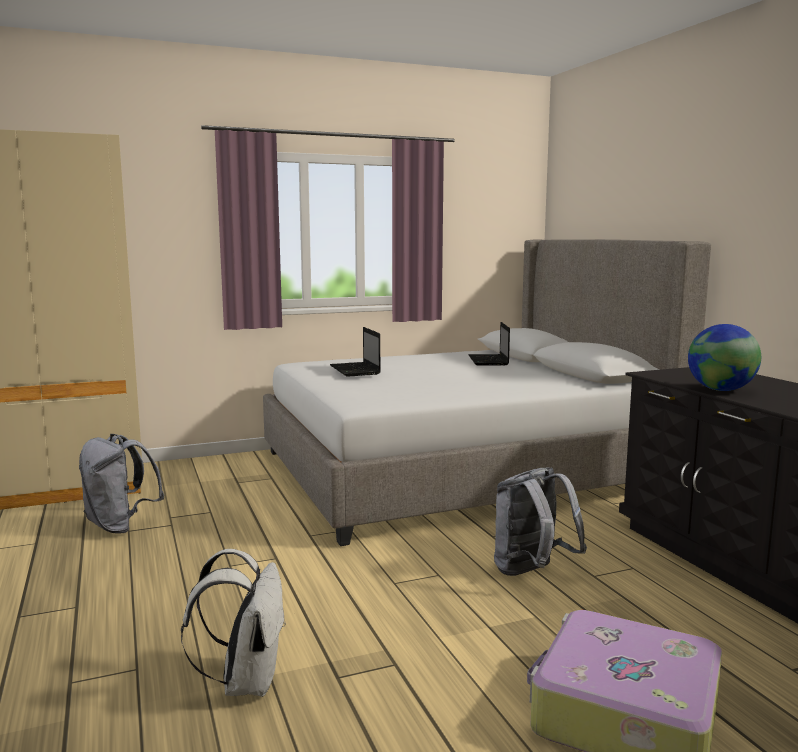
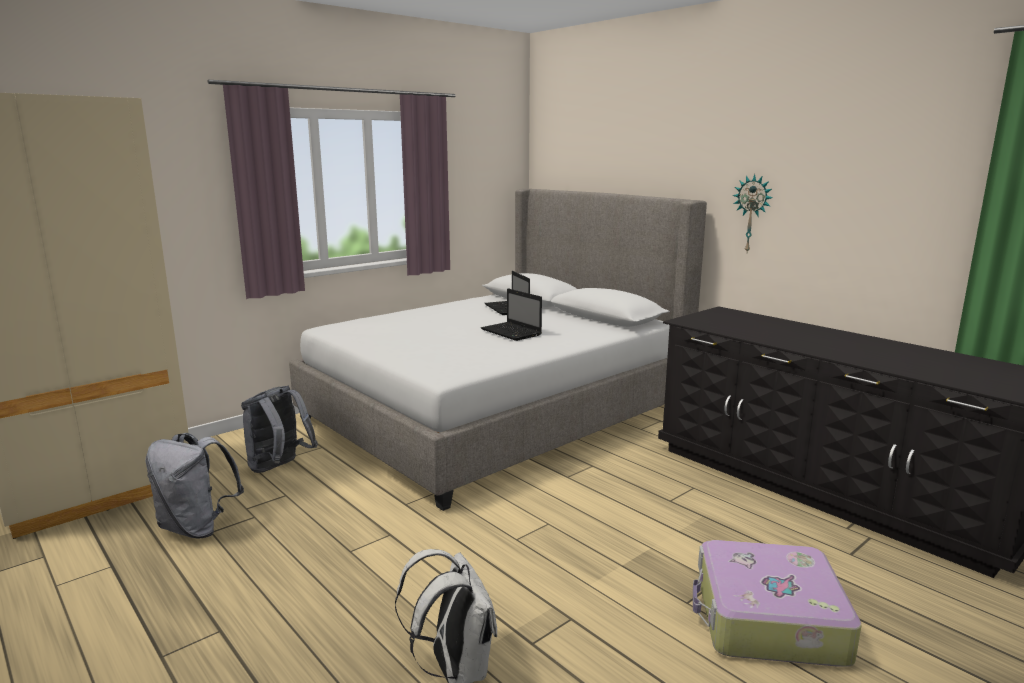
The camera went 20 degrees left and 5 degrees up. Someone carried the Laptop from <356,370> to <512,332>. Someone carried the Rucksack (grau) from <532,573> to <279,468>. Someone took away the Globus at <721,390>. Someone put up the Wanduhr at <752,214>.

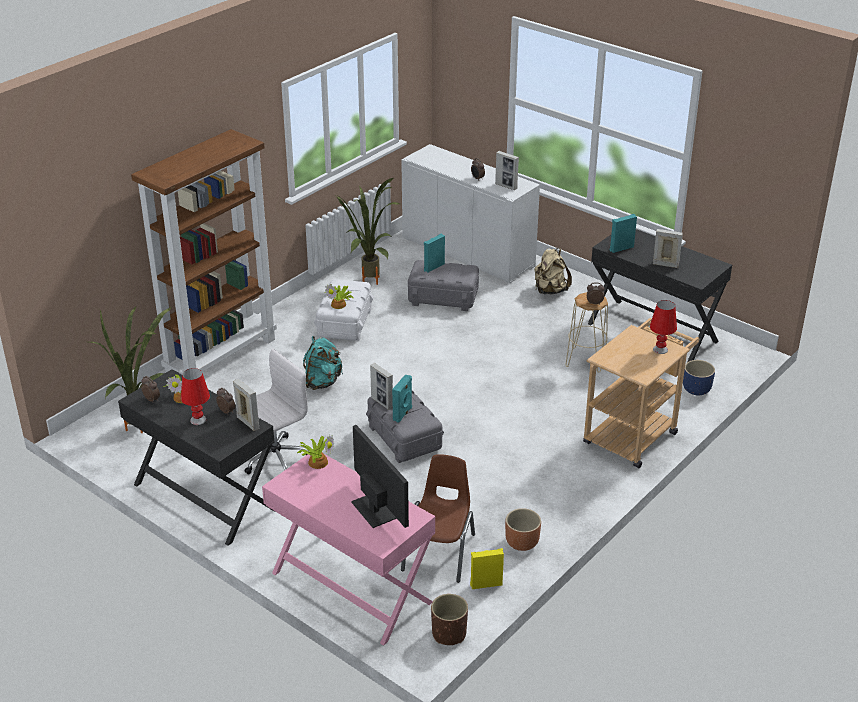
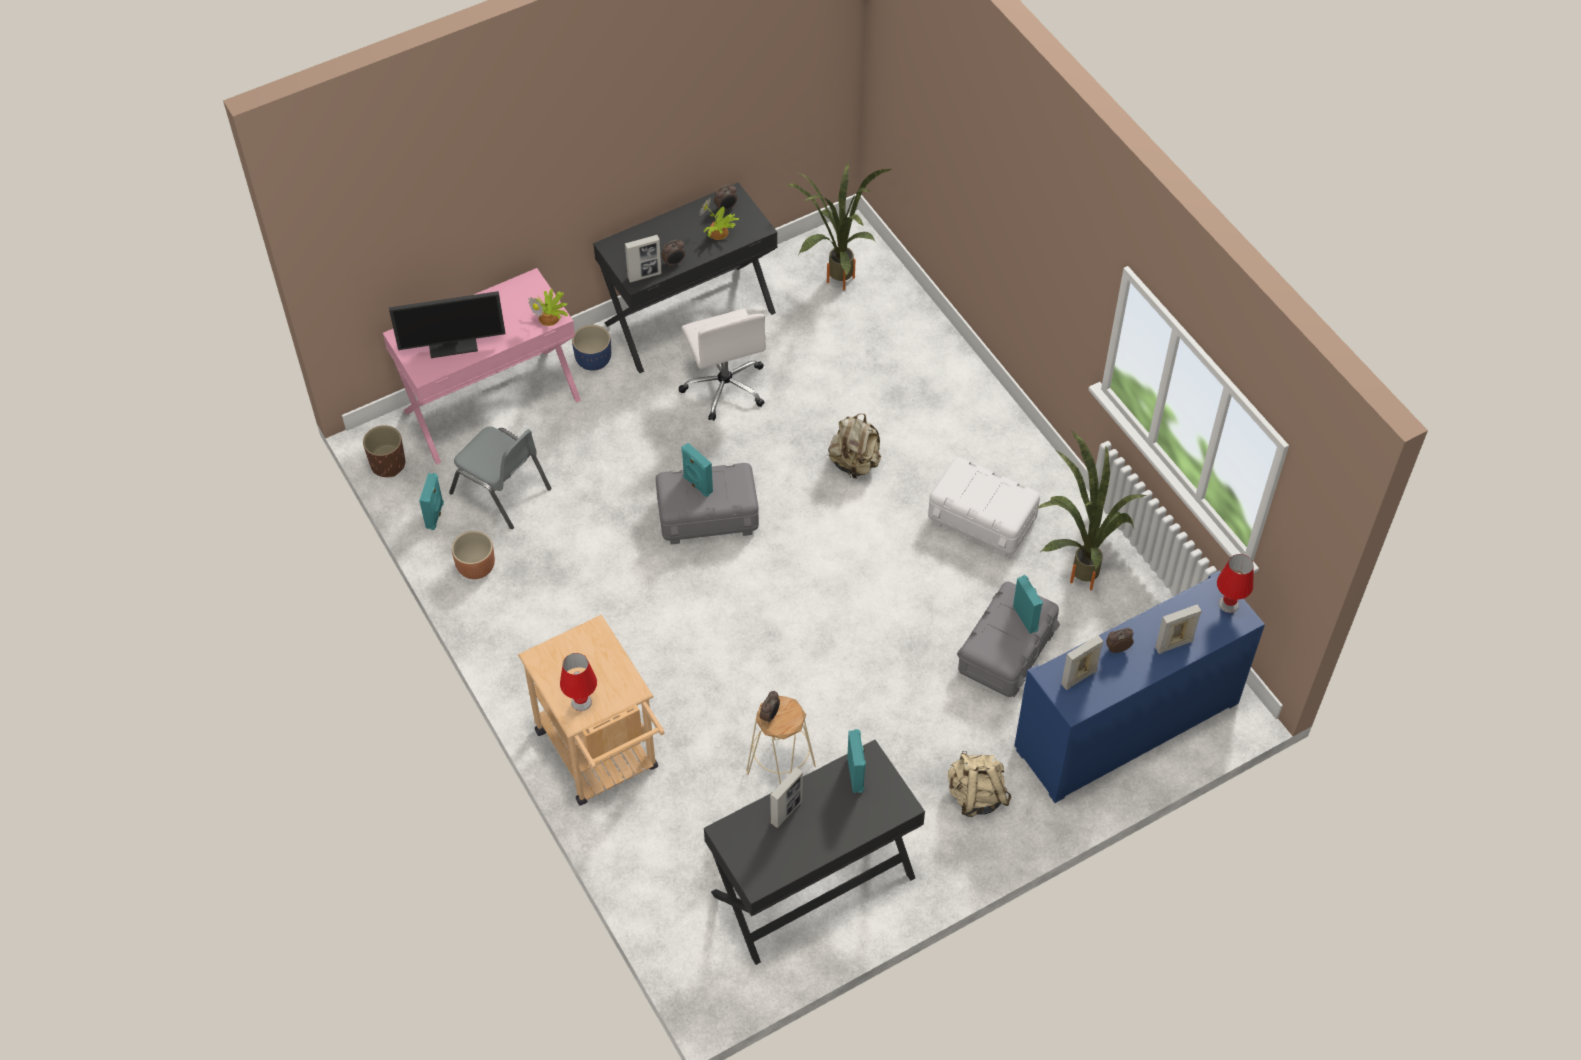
The camera went 110 degrees right and 20 degrees up. Someone took away the Bücherregal (braun) at <221,356>. Someone carried the Tischlampe (rot) from <198,420> to <1228,604>. Someone repainted the Rucksack (türkis) at <322,382>, which became the Rucksack (beige) at <855,463>. Someone took away the Topfpflanze at <339,304>. Someone carried the Bilderrahmen from <382,403> to <1173,645>. Someone repainted the Schrank (weiß) at <467,252>, which became the Schrank (blau) at <1127,725>. Someone repainted the Stuhl (braun) at <440,552>, which became the Stuhl (grau) at <501,491>. Someone repainted the Lautsprecher (gelb) at <486,584>, which became the Lautsprecher (türkis) at <435,515>. Someone carried the Pflanzkübel (blau) from <696,390> to <593,361>.

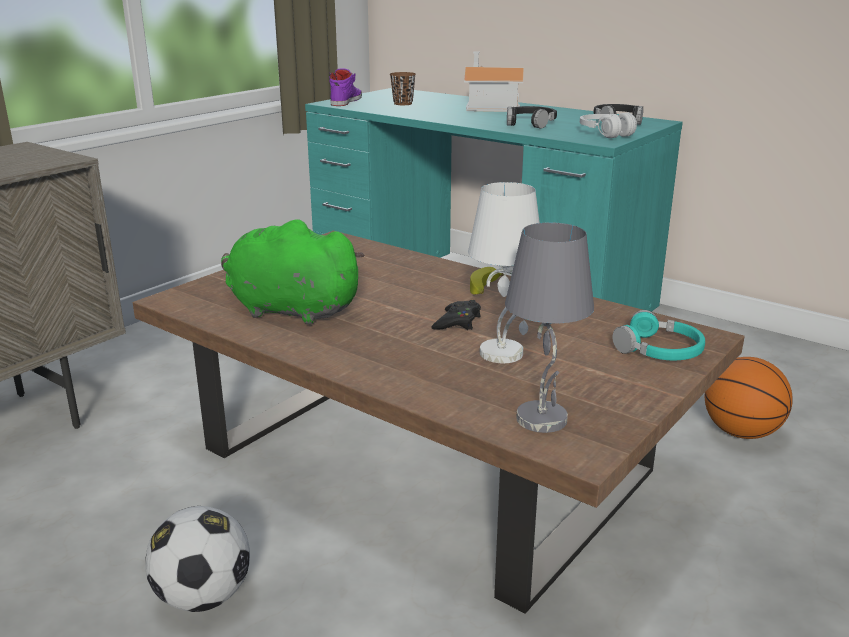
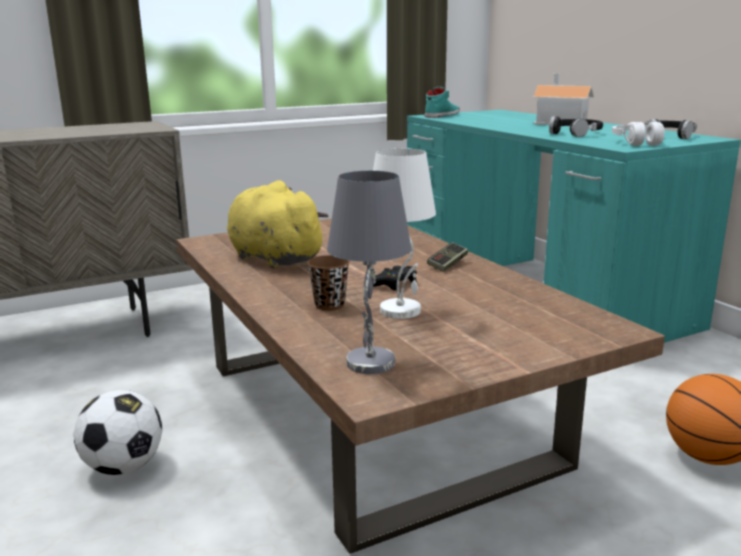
The camera went 25 degrees right and 5 degrees down. Someone repainted the Plüschtier (grün) at <289,310>, which became the Plüschtier (gelb) at <272,258>. Someone repainted the Schuh (lila) at <345,101>, which became the Schuh (türkis) at <441,115>. Someone carried the Tasse (braun) from <403,103> to <329,305>. Someone swapped the Banane at <484,289> for the Gamepad at <448,264>. Someone took away the Kopfhörer (türkis) at <659,350>.

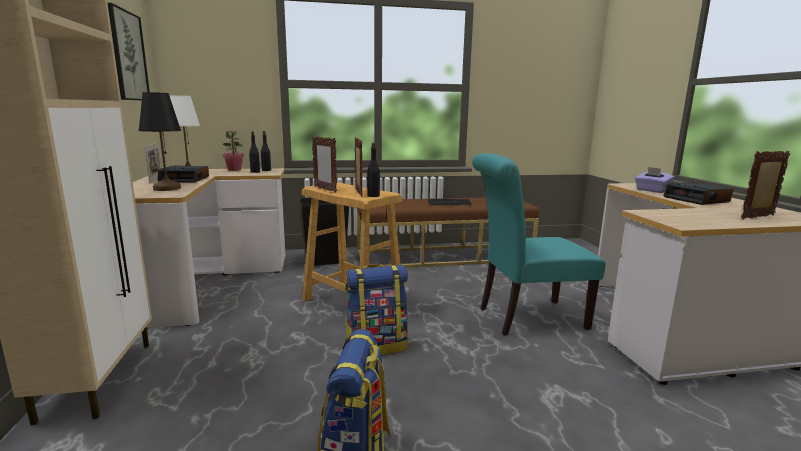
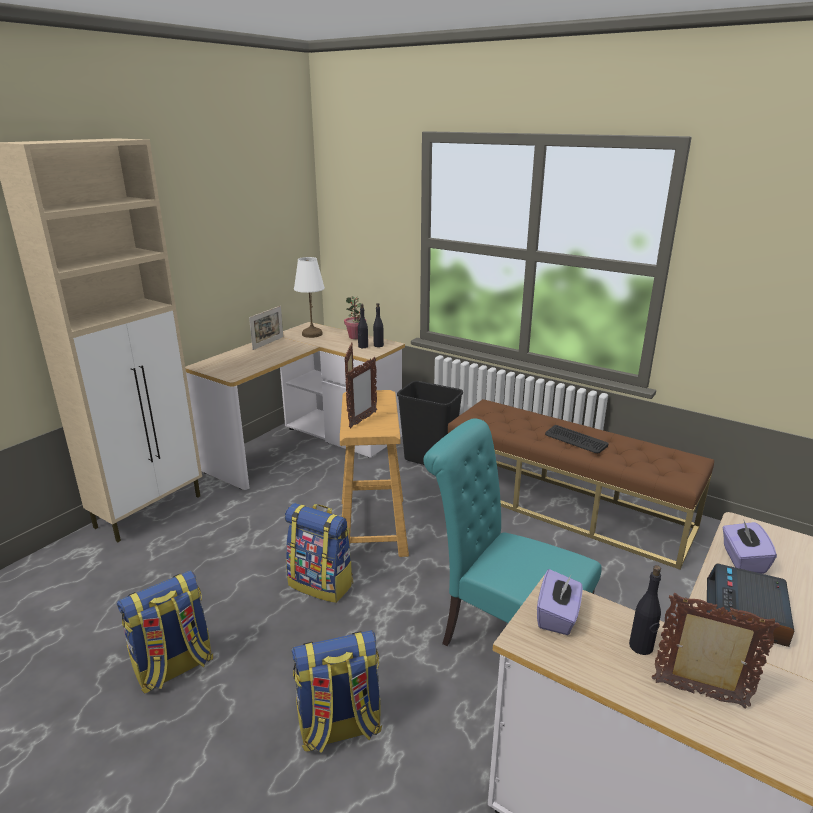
The camera went 45 degrees right and 10 degrees up. Someone took away the Bild at <126,56>. Someone took away the Tischlampe (schwarz) at <166,188>. Someone took away the Wecker at <185,179>. Someone carried the Flasche (schwarz) from <373,196> to <641,647>. Someone put down the Rucksack at <339,728>. Someone put down the Taschentuchbox (lila) at <558,616>.

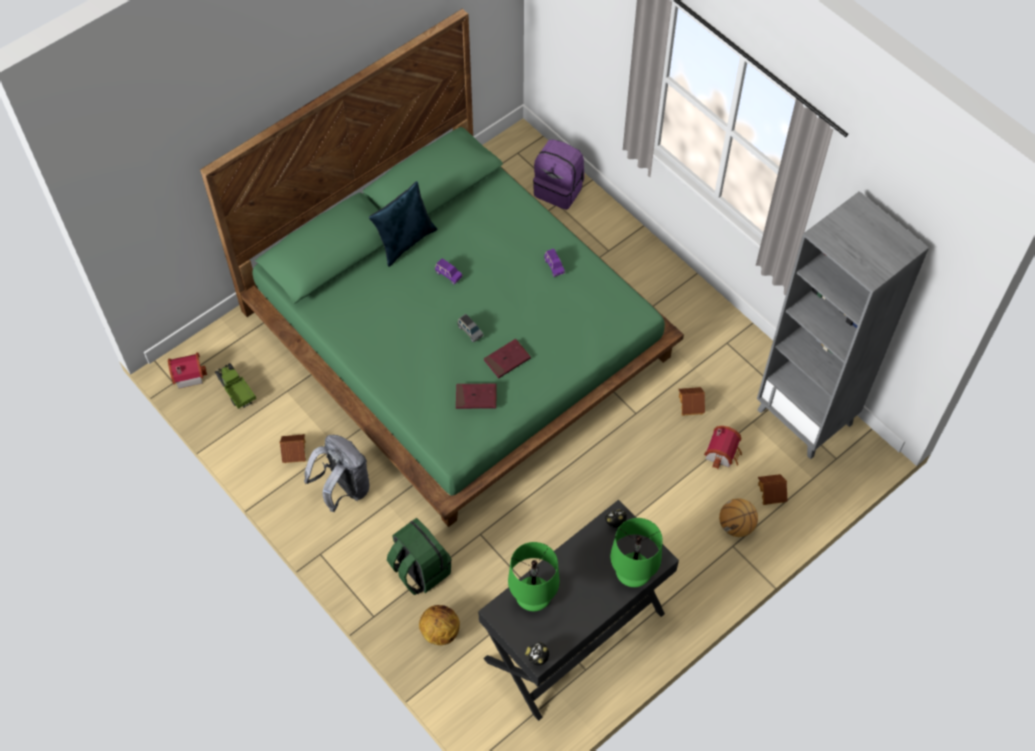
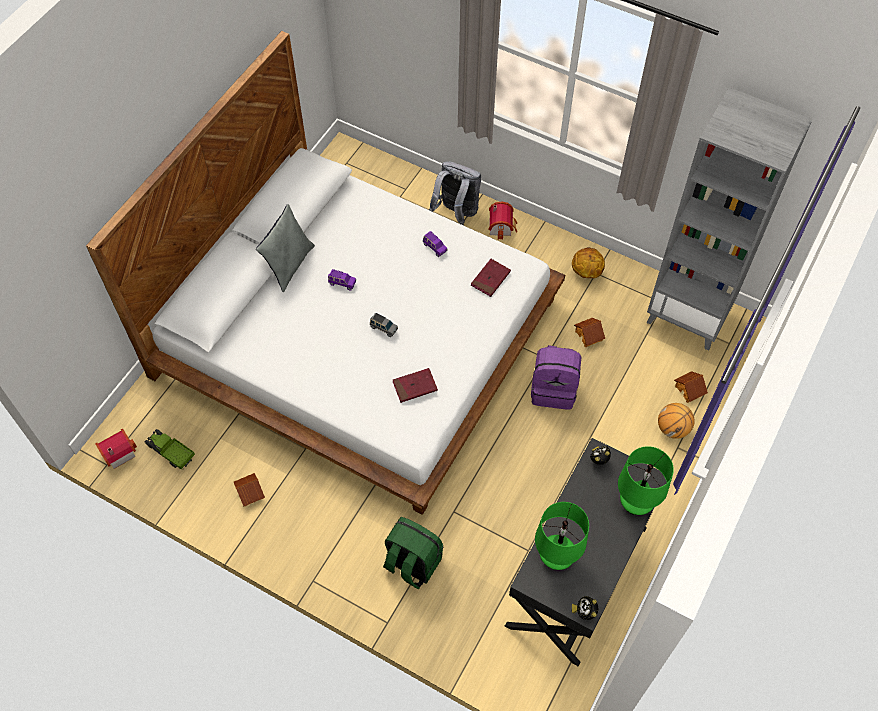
The camera went 20 degrees left and 0 degrees up. Someone repainted the Bett (grün) at <458,333>, which became the Bett (weiß) at <359,336>. Someone carried the Rucksack (grau) from <343,489> to <456,213>. Someone repainted the Kissen (blau) at <405,241>, which became the Kissen (grau) at <289,265>. Someone carried the Basketball from <440,631> to <586,272>. Someone carried the Buch (rot) from <507,360> to <490,279>. Someone carried the Rucksack (lila) from <559,189> to <554,389>. Someone carried the Spielzeughaus from <723,453> to <502,226>.

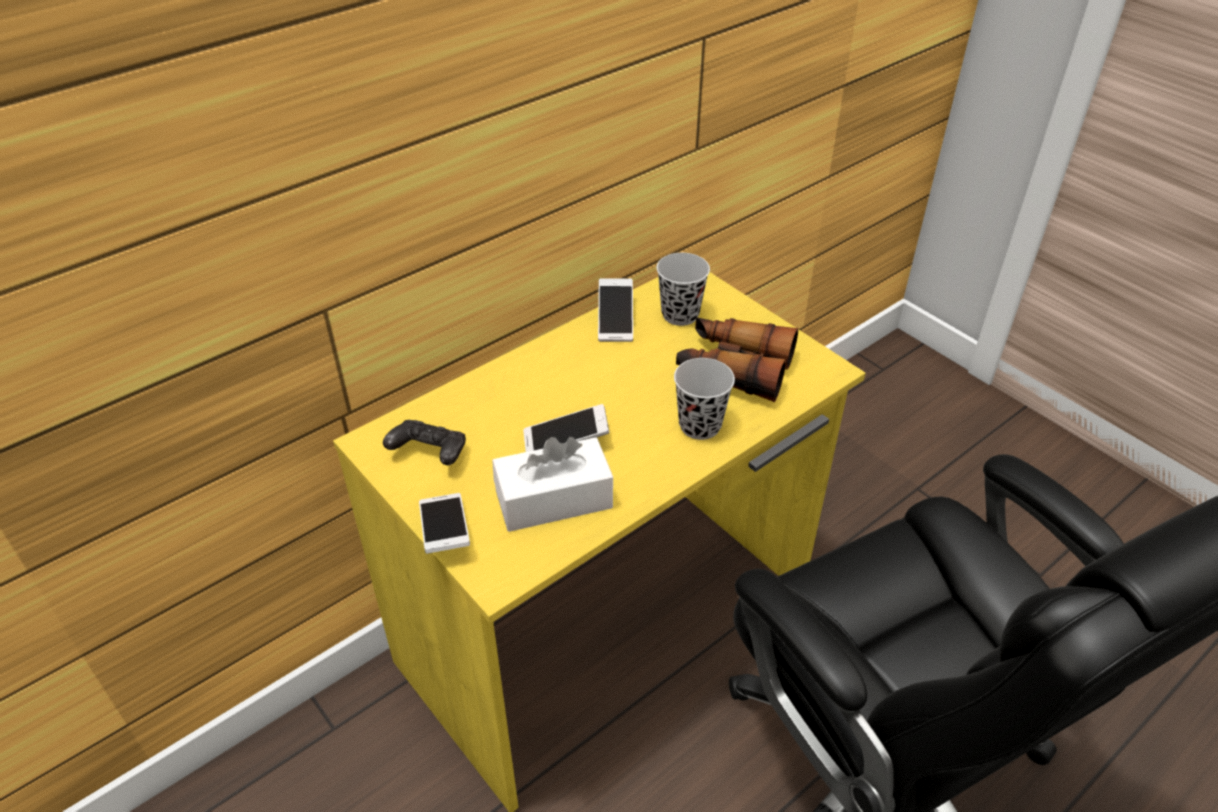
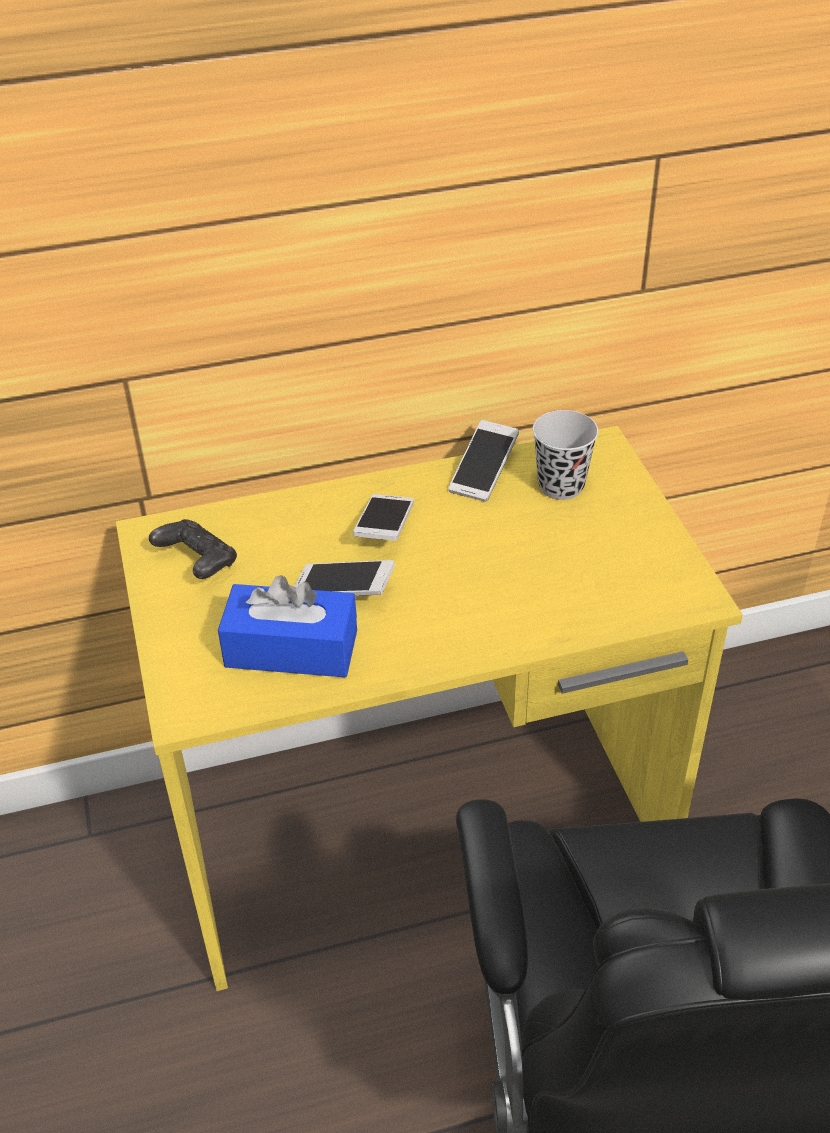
The camera went 25 degrees right and 0 degrees up. Someone carried the Handy from <445,531> to <384,528>. Someone repainted the Taschentuchbox (weiß) at <554,499>, which became the Taschentuchbox (blau) at <291,649>. Someone took away the Tasse (schwarz) at <700,425>. Someone took away the Fernglas at <733,368>.

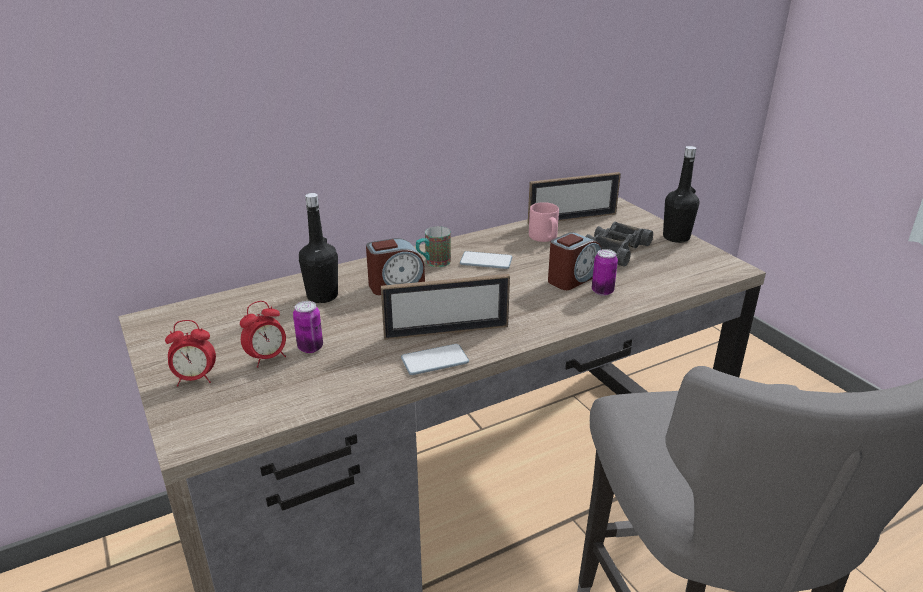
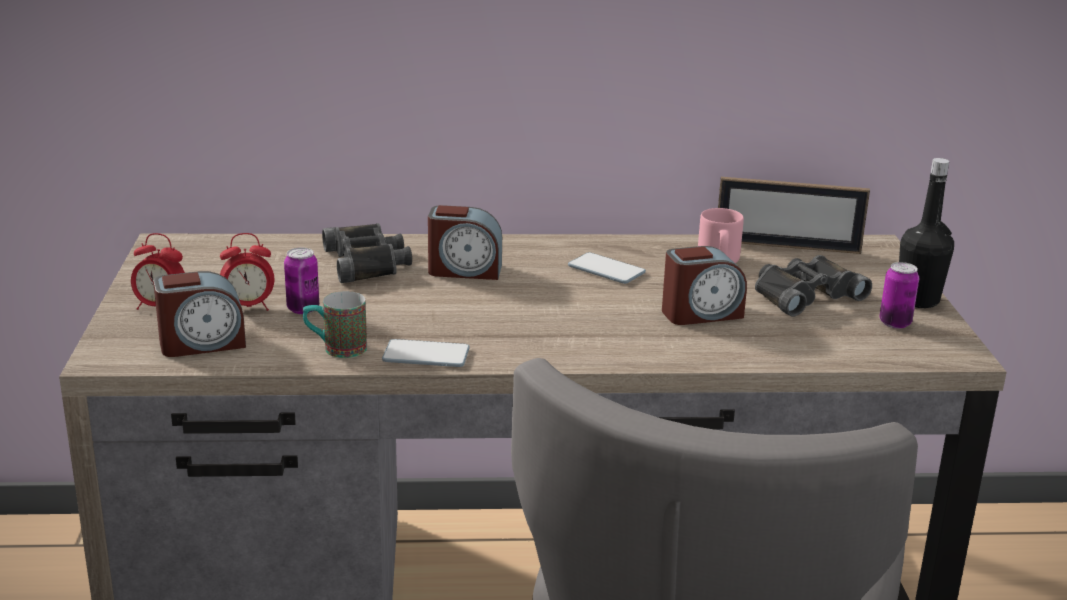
The camera went 25 degrees right and 5 degrees down. Someone swapped the Flasche (schwarz) at <322,296> for the Fernglas (schwarz) at <367,262>. Someone took away the Bilderrahmen at <446,331>. Someone carried the Henkelbecher from <433,263> to <336,349>. Someone carried the Dose from <602,291> to <895,323>. Someone put down the Wecker at <202,344>.

